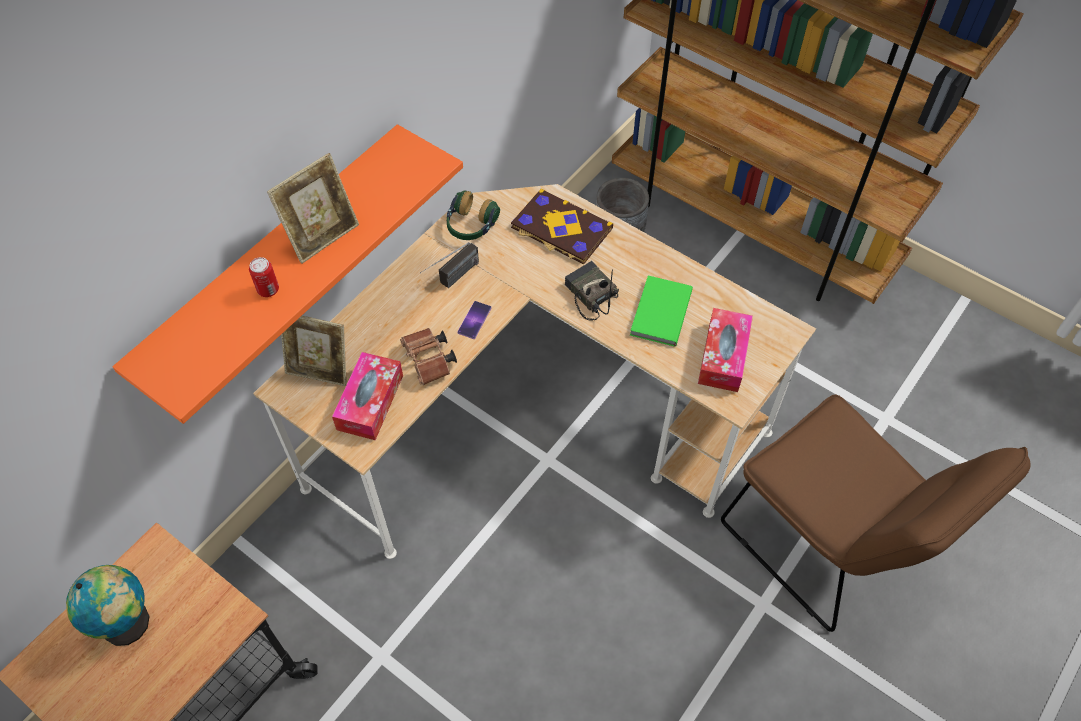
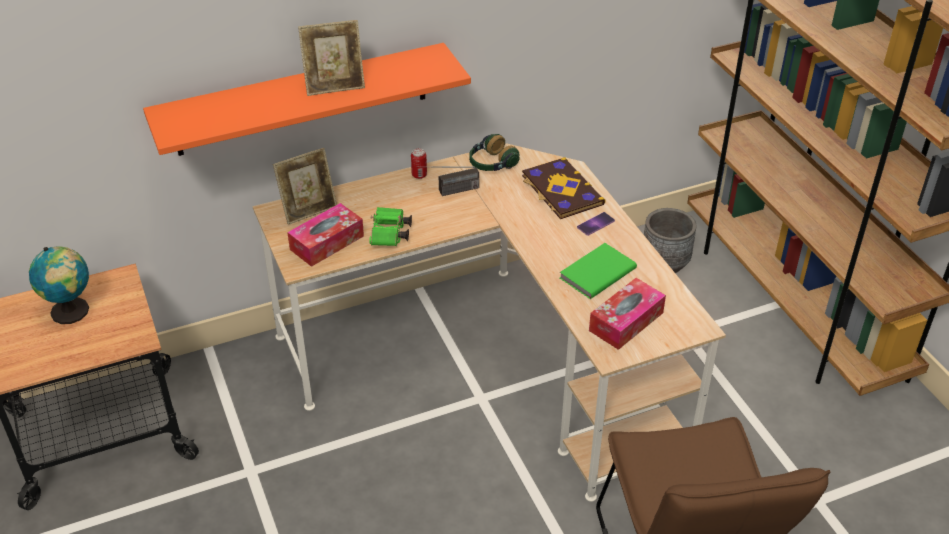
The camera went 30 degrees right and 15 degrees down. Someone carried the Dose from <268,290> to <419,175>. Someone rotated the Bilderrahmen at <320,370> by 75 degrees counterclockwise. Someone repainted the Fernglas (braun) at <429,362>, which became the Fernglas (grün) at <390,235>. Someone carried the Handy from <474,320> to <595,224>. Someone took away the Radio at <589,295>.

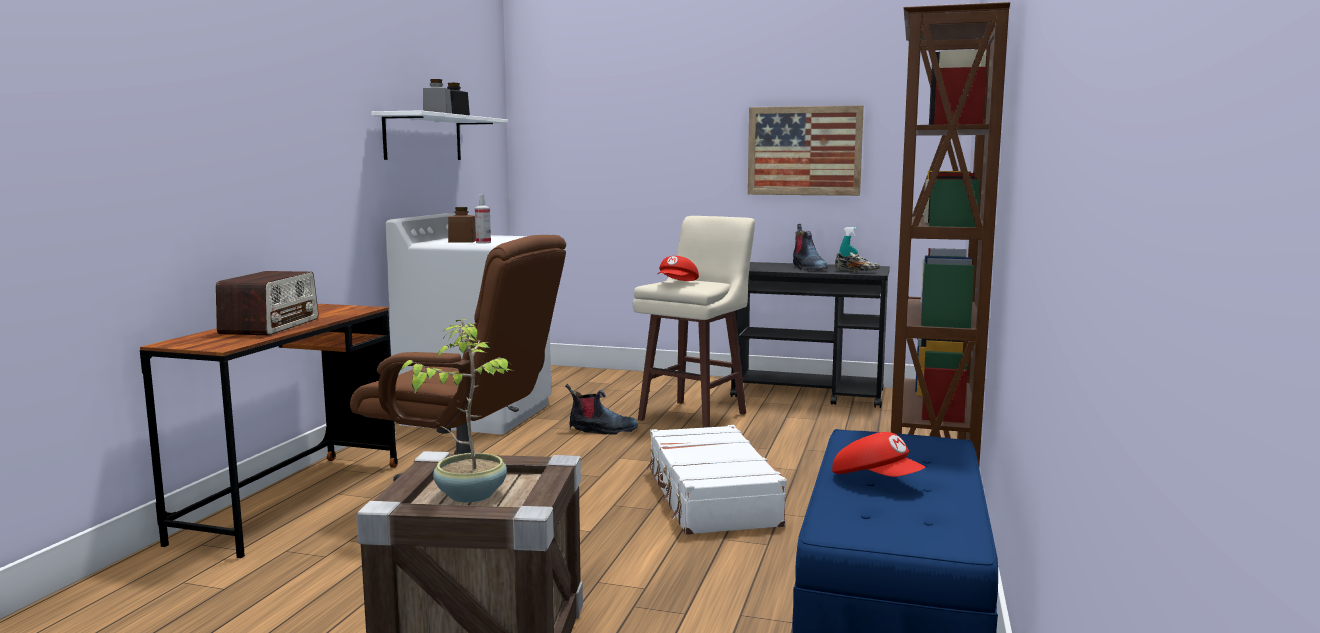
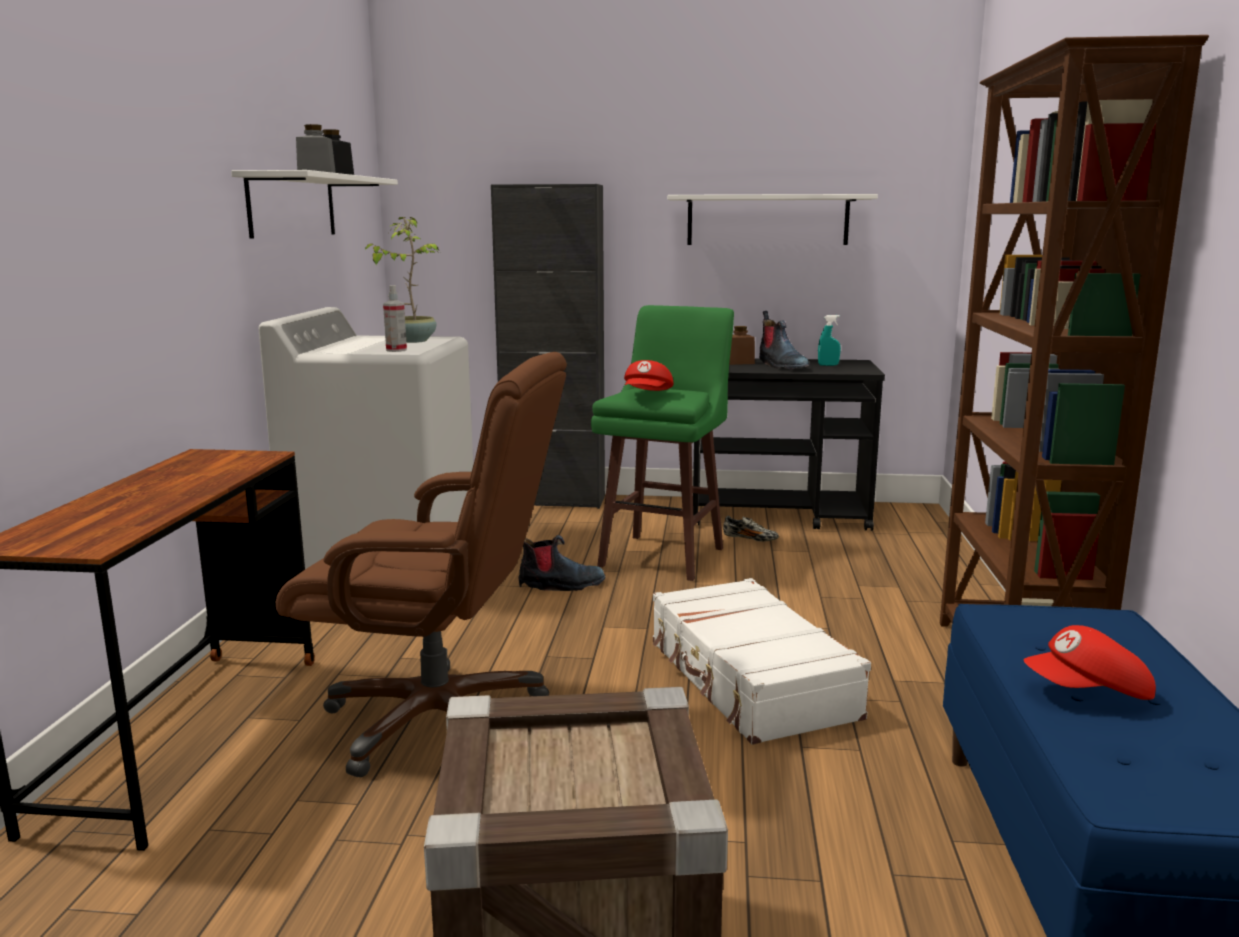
The camera went 10 degrees left and 5 degrees up. Someone took away the Radio at <271,326>. Someone carried the Topfpflanze from <470,494> to <411,341>. Someone carried the Vorratsglas (braun) from <462,241> to <739,362>. Someone repainted the Hocker (beige) at <695,416>, which became the Hocker (grün) at <664,556>. Someone swapped the Bild at <804,151> for the Wandregal (weiß) at <767,220>. Someone rotated the Kappe (rot) at <876,480> by 135 degrees clockwise. Someone carried the Schuh from <857,272> to <750,539>. Someone put down the Schrank (schwarz) at <554,501>.

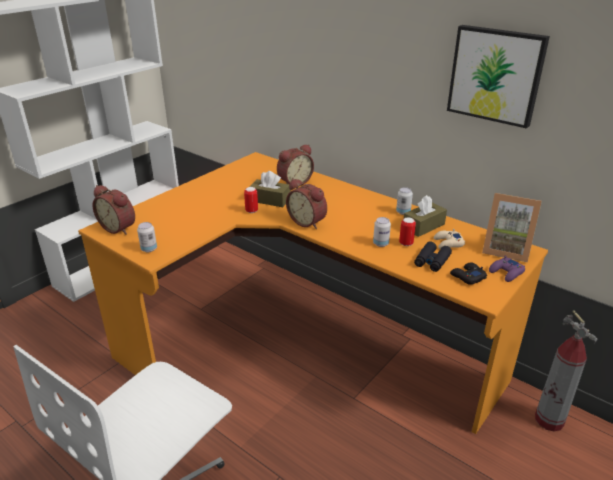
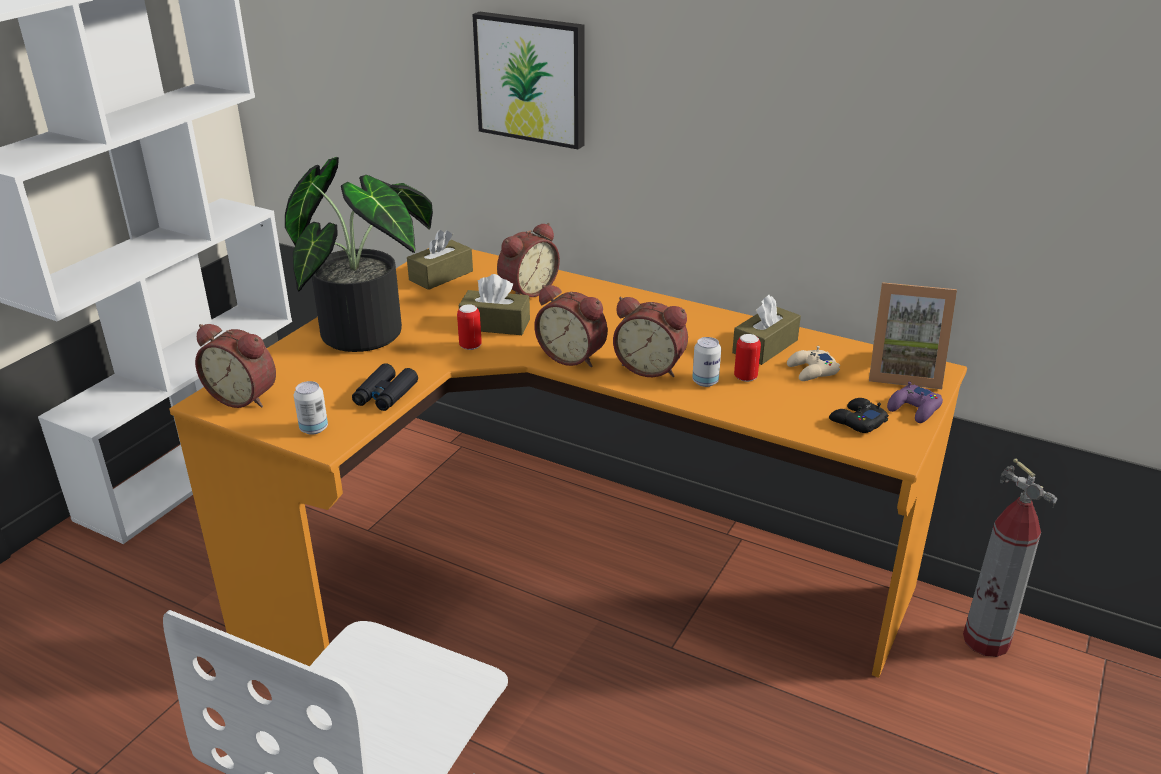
The camera went 10 degrees left and 0 degrees up. Someone took away the Dose at <403,212>. Someone carried the Fernglas (schwarz) from <432,261> to <385,395>. Someone carried the Bild from <496,75> to <532,79>. Someone put down the Topfpflanze at <372,332>. Someone put down the Taschentuchbox (braun) at <441,276>. Someone put down the Wecker at <650,367>.

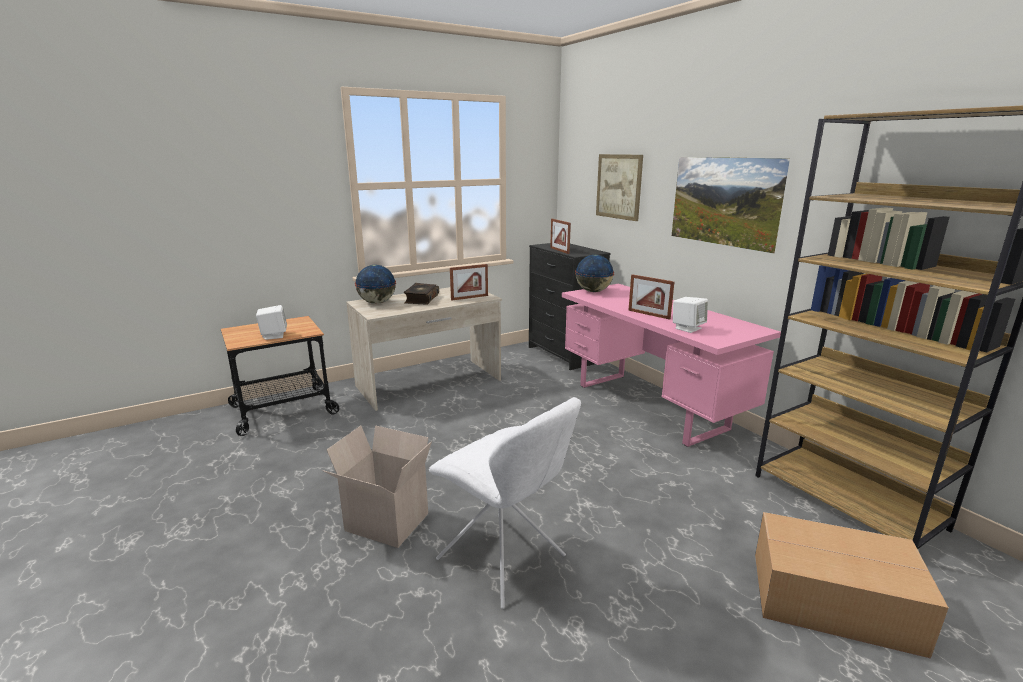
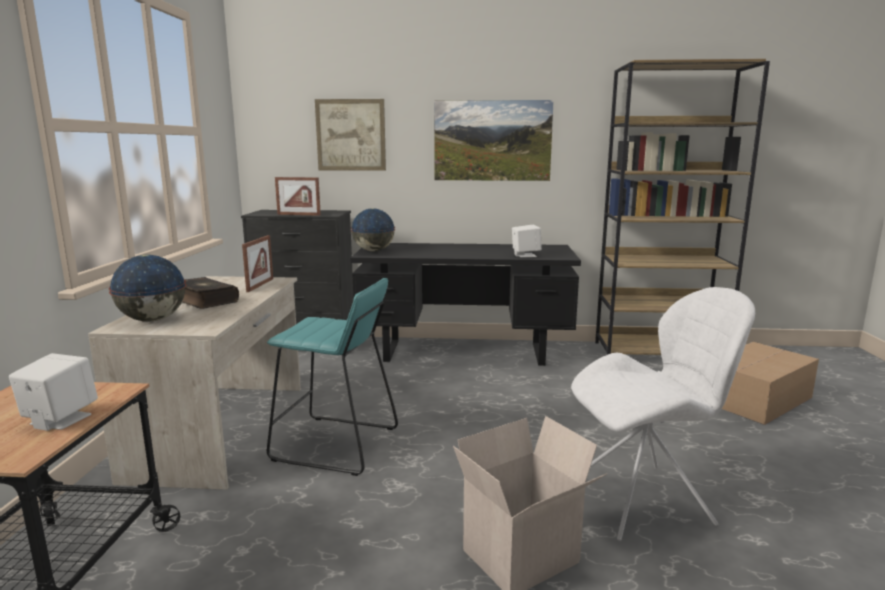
The camera went 55 degrees left and 5 degrees down. Someone repainted the Schreibtisch (rosa) at <650,406>, which became the Schreibtisch (schwarz) at <465,352>. Someone took away the Bilderrahmen at <649,314>. Someone put down the Hocker (türkis) at <335,444>.

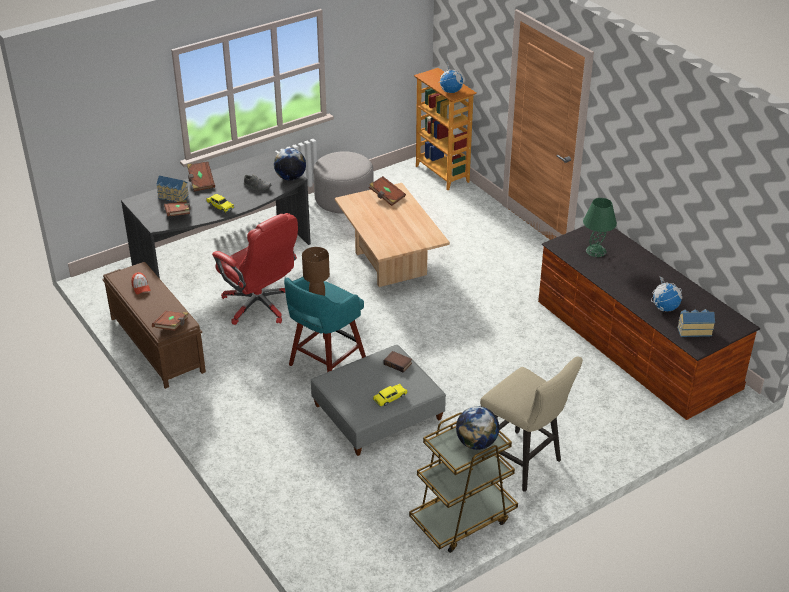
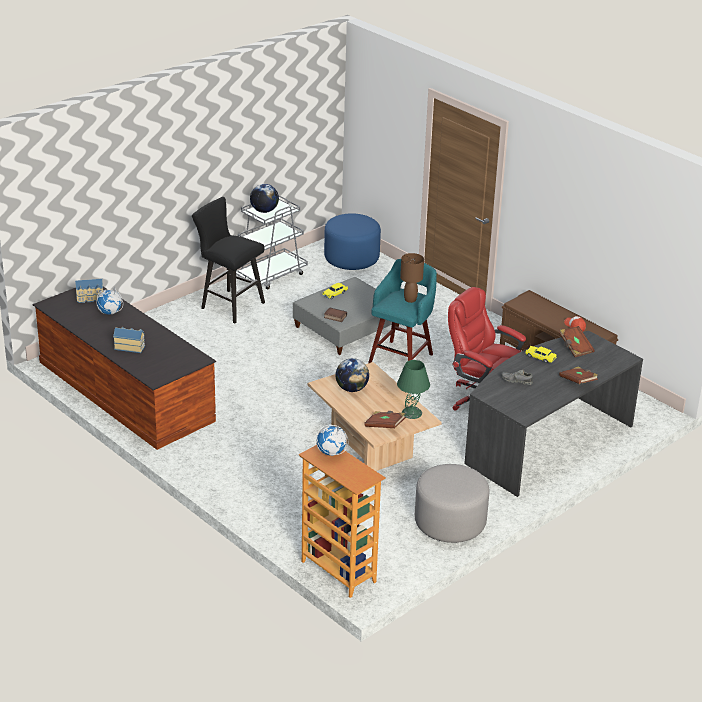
The camera went 170 degrees right and 5 degrees down. Someone took away the Buch (braun) at <172,326>. Someone carried the Spielzeughaus from <173,197> to <130,347>. Someone carried the Globus from <290,178> to <352,389>. Someone repainted the Rollwagen (braun) at <462,519>, which became the Rollwagen (grau) at <271,275>. Someone repainted the Hocker (beige) at <524,464>, which became the Hocker (schwarz) at <229,305>. Someone carried the Tischlampe (grün) from <596,251> to <411,412>. Someone put down the Polsterhocker (blau) at <351,258>.

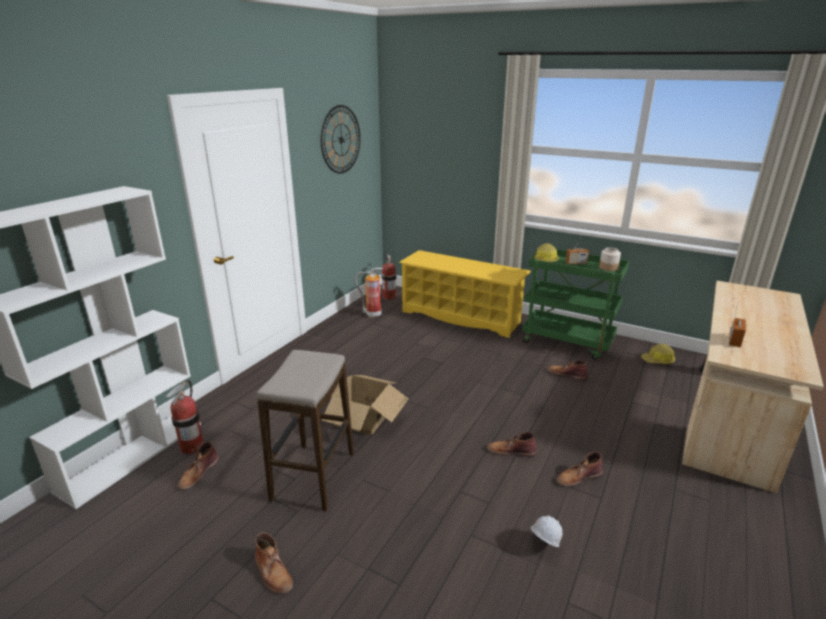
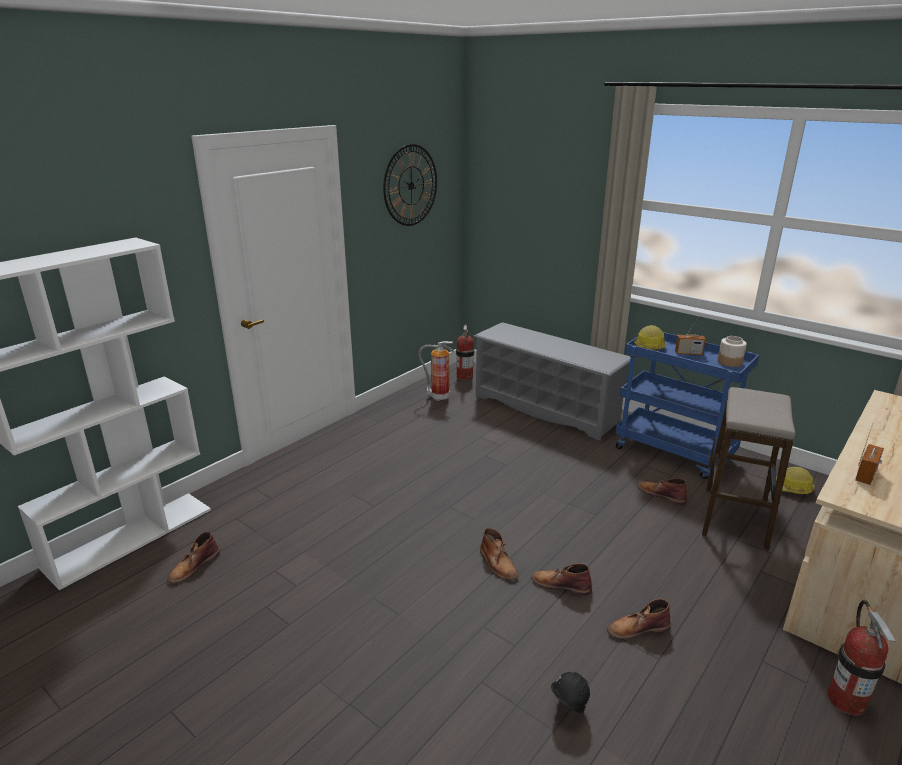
The camera went 10 degrees right and 0 degrees up. Someone carried the Feuerlöscher from <192,447> to <846,700>. Someone carried the Stiefel (braun) from <273,572> to <498,564>. Someone carried the Hocker from <313,476> to <734,518>. Someone took away the Karton at <362,417>. Someone repainted the Schuhregal (gelb) at <461,317>, which became the Schuhregal (grau) at <546,408>. Someone repainted the Rollwagen (grün) at <568,342>, which became the Rollwagen (blau) at <674,453>. Someone repainted the Schutzhelm (weiß) at <543,545>, which became the Schutzhelm (schwarz) at <567,708>.

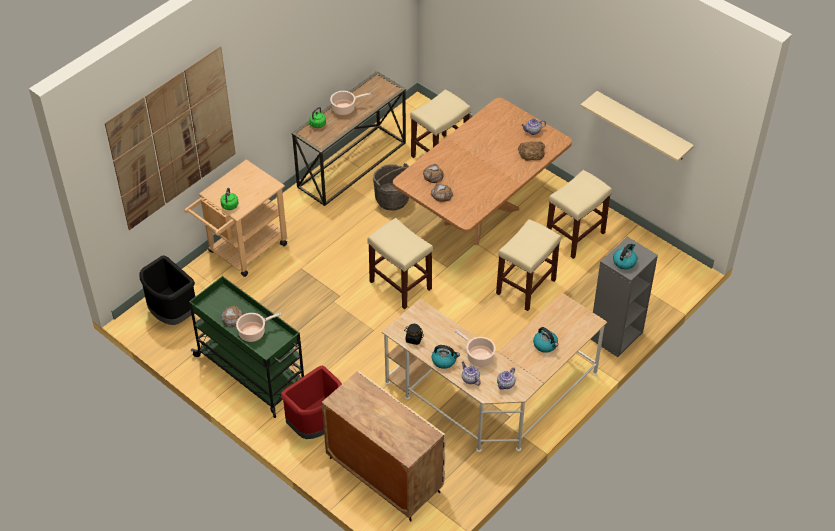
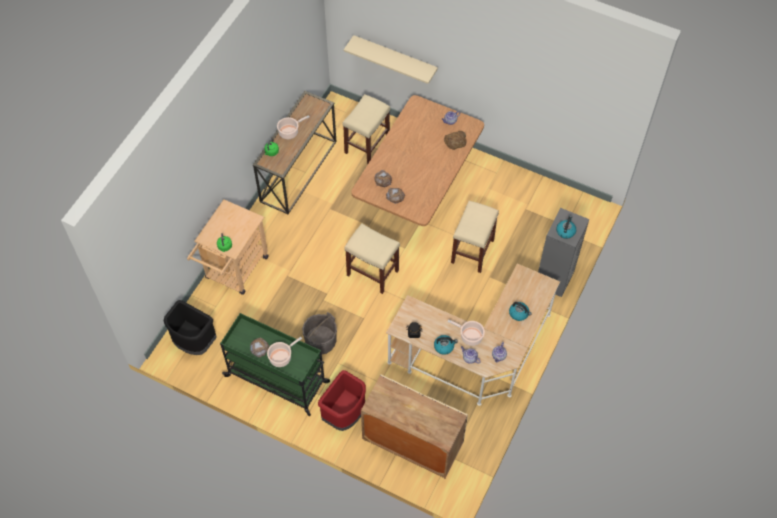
The camera went 15 degrees left and 10 degrees up. Someone took away the Bild at <173,138>. Someone carried the Eimer (grau) from <392,199> to <321,342>. Someone took away the Hocker (beige) at <575,236>. Someone carried the Wandregal (beige) from <643,126> to <395,57>.

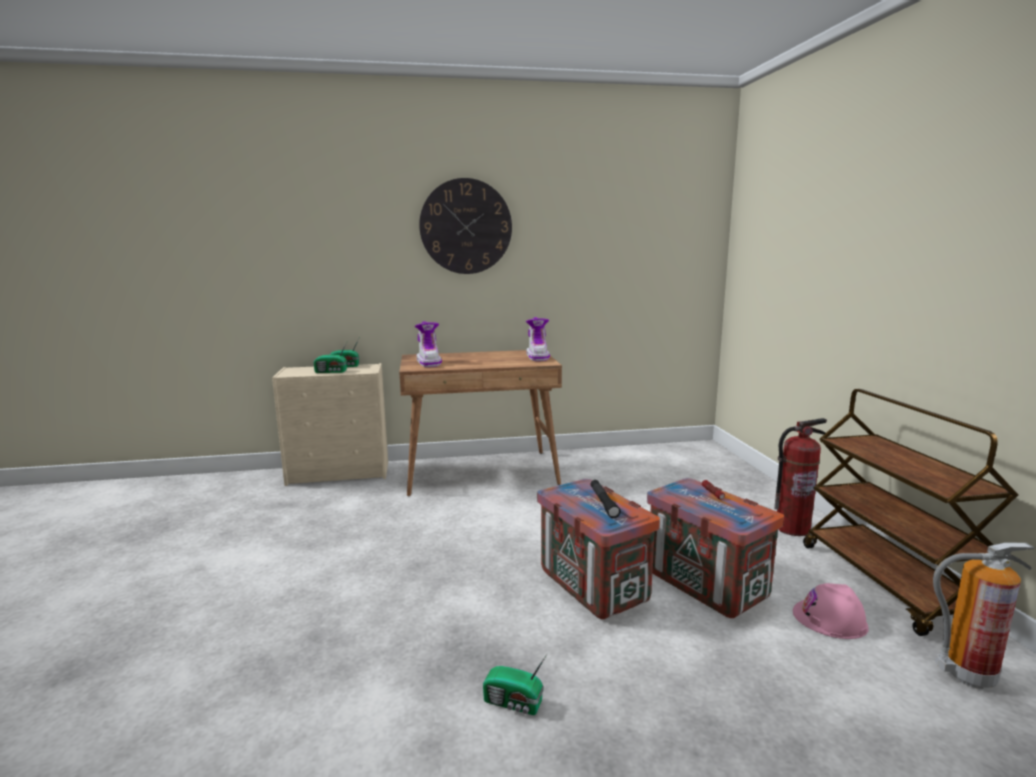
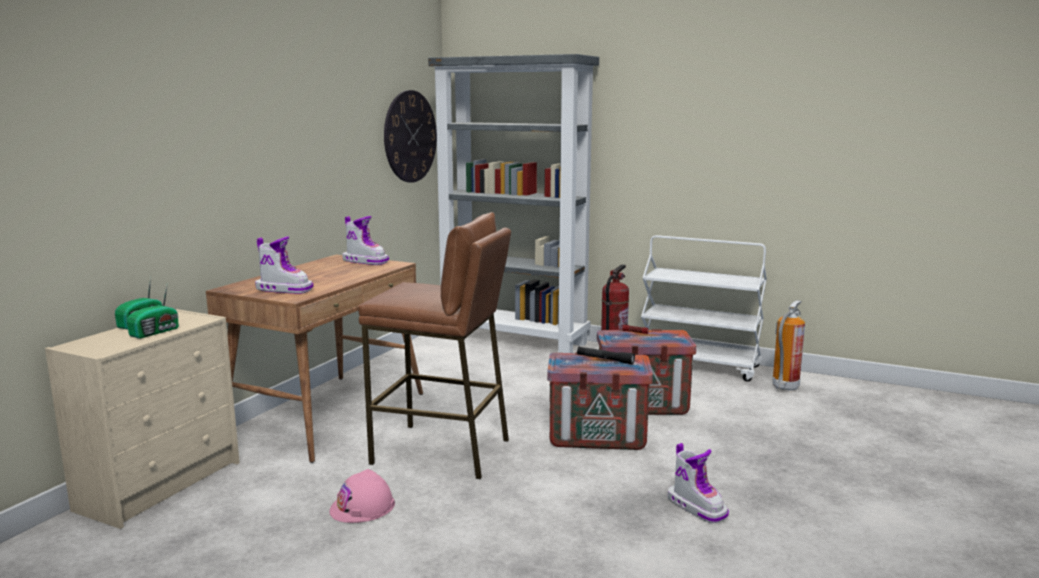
The camera went 55 degrees left and 0 degrees up. Someone carried the Wanduhr from <466,226> to <410,136>. Someone swapped the Radio at <514,703> for the Stiefel at <697,507>. Someone carried the Schutzhelm (rosa) from <829,619> to <363,507>. Someone repainted the Rollwagen (braun) at <887,584>, which became the Rollwagen (weiß) at <699,365>. Someone put down the Hocker (braun) at <441,451>. Someone put down the Bücherregal (grau) at <515,340>.

